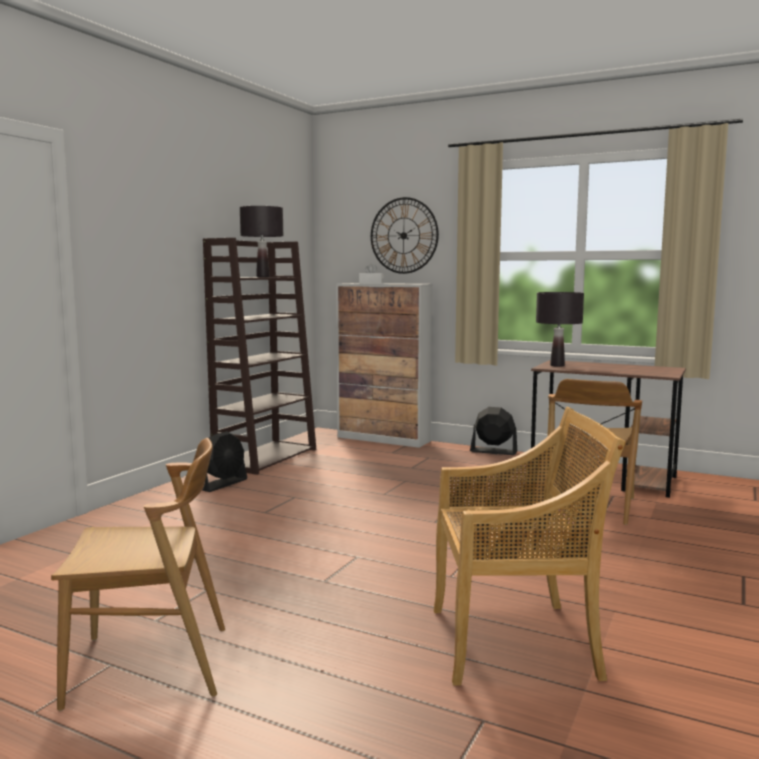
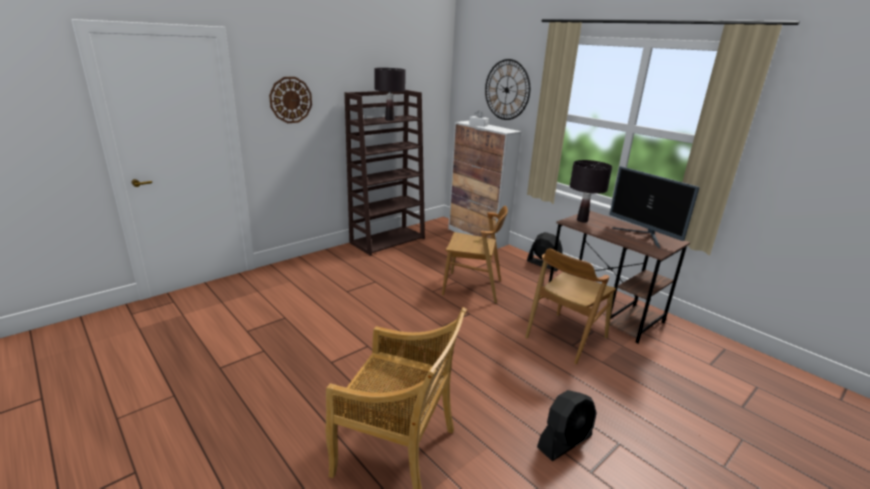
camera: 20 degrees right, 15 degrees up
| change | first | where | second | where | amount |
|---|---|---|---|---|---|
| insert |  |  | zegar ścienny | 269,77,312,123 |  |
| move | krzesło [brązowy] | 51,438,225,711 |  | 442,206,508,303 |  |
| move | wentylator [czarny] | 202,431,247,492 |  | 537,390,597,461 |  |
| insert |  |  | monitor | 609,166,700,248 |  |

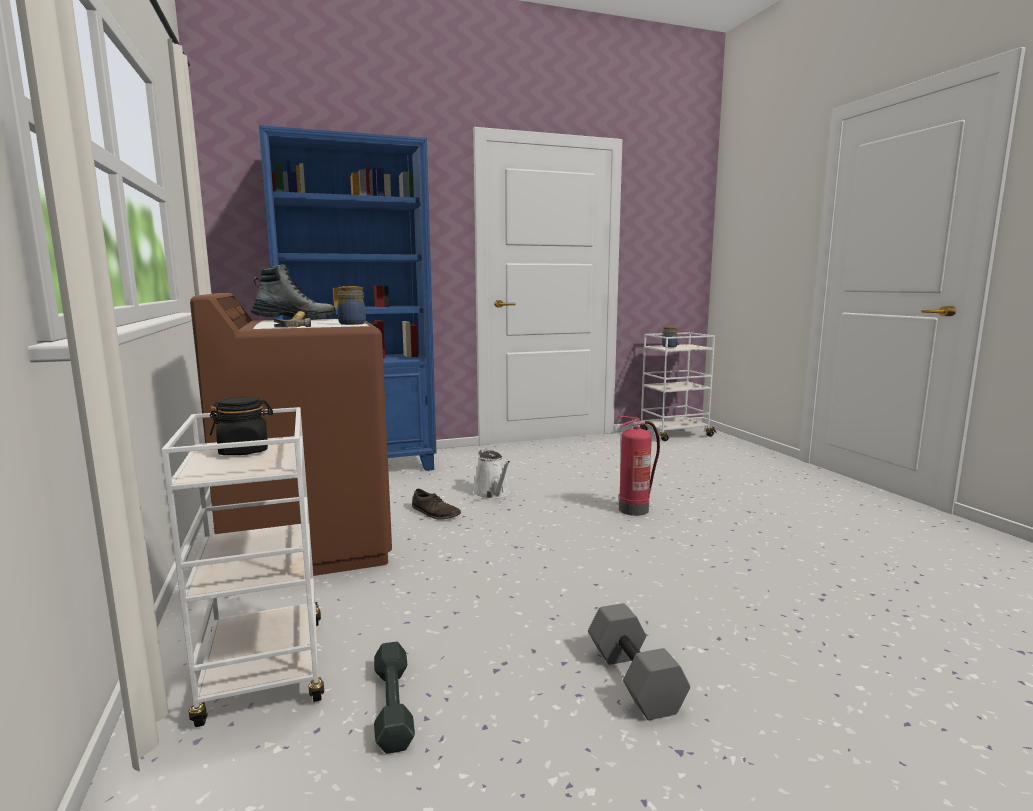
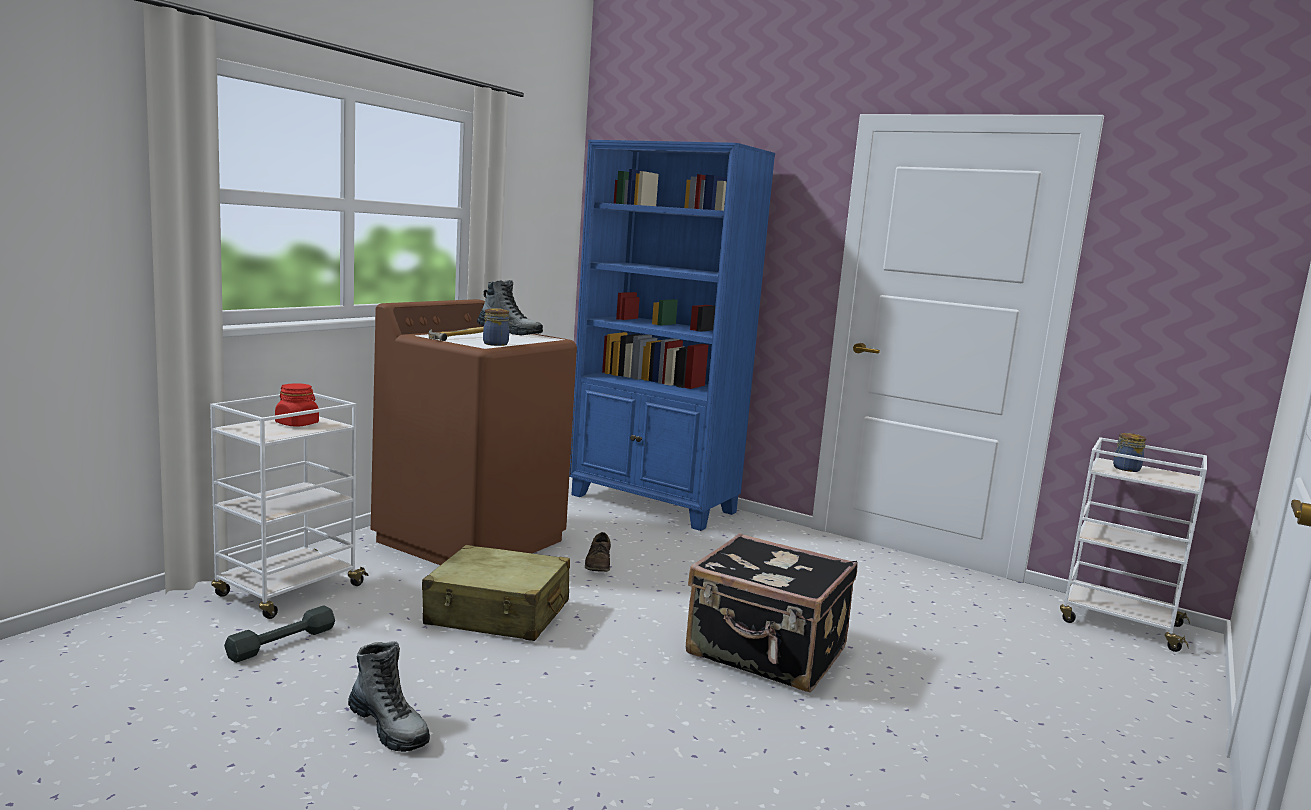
camera: 50 degrees right, 0 degrees up
| change | first | where | second | where | amount |
|---|---|---|---|---|---|
| recolor | słoik [czarny] | 210,396,273,455 | słoik [czerwony] | 275,383,319,427 |  |
| replace | hantel [szary] | 588,603,690,720 | but z cholewką | 348,641,430,752 |  |
| insert |  |  | walizka [beżowy] | 422,545,570,641 |  |
| replace | gaśnica | 619,416,660,516 | walizka [czarny] | 686,533,858,692 |  |
| delete | konewka [biały] | 473,449,510,499 |  |  |  |

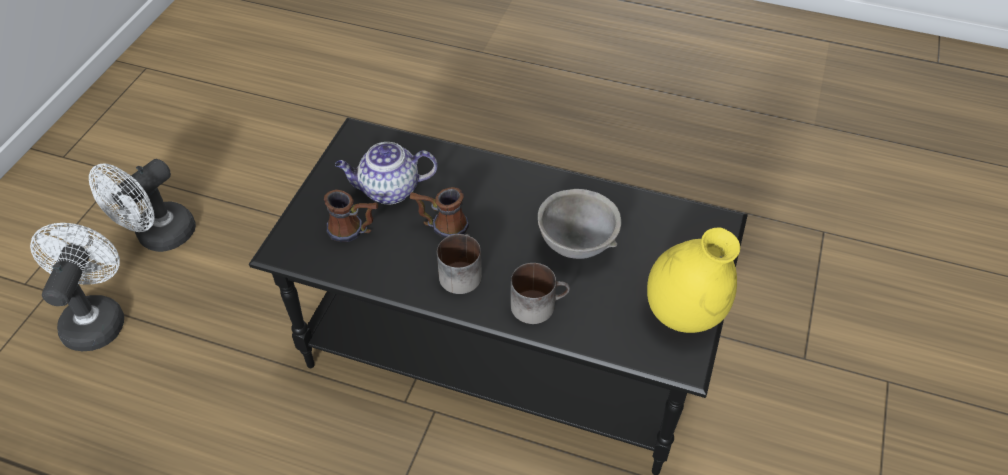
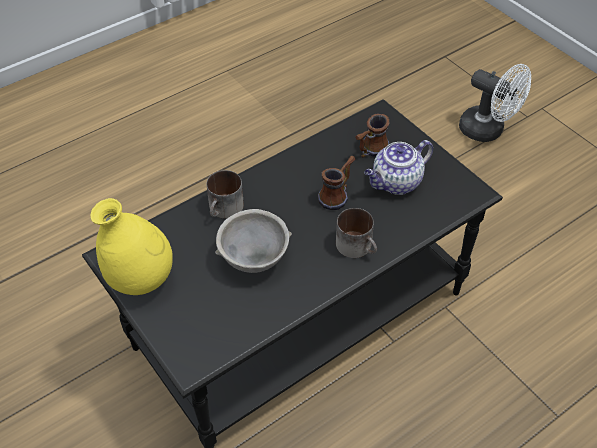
camera: 125 degrees right, 0 degrees up
| change | first | where | second | where | amount |
|---|---|---|---|---|---|
| move | kubek | 437,234,482,294 |  | 336,208,377,258 |  |
| rotate | imbryk | 335,142,438,205 |  | 365,140,433,195 | 150 degrees counterclockwise |
| delete | wentylator [biały] | 89,159,196,252 |  |  |  |

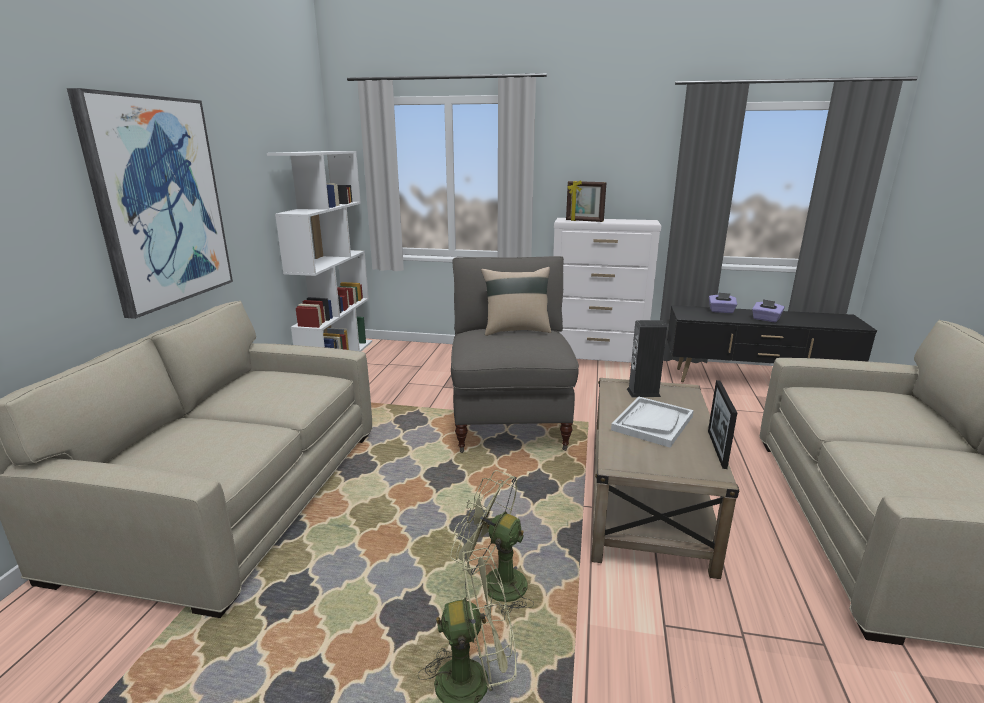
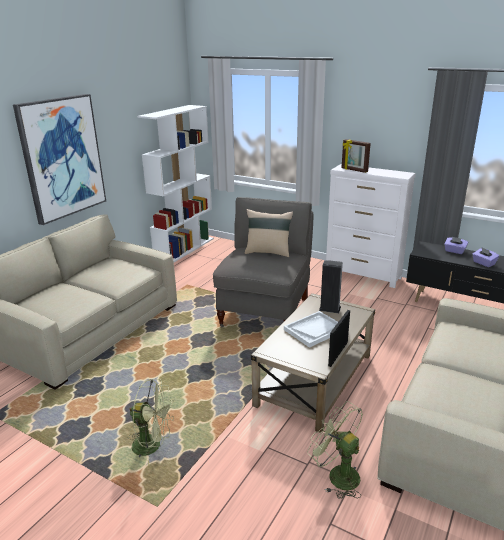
camera: 20 degrees right, 5 degrees up
| change | first | where | second | where | amount |
|---|---|---|---|---|---|
| move | wentylator [zielony] | 450,470,534,615 |  | 307,401,363,499 |  |

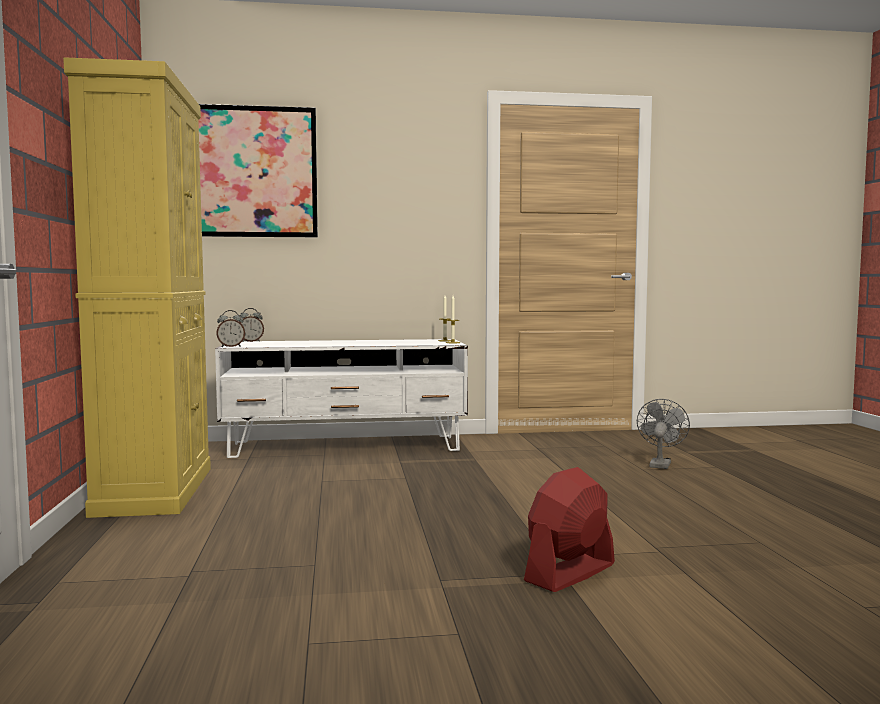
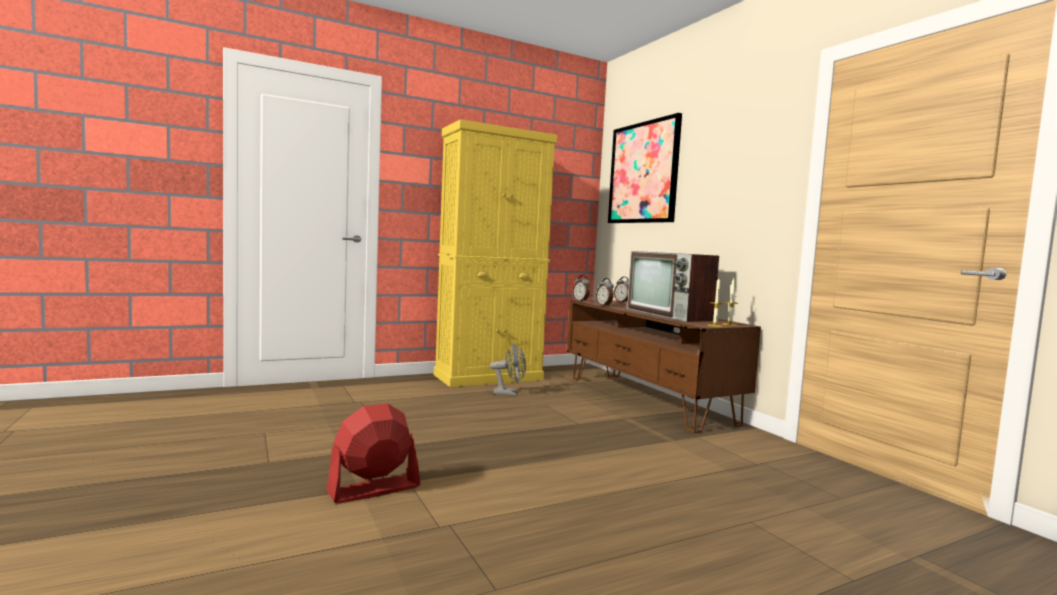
camera: 70 degrees right, 0 degrees up
| change | first | where | second | where | amount |
|---|---|---|---|---|---|
| rotate | wentylator [czerwony] | 524,467,615,592 |  | 327,403,420,504 | 60 degrees counterclockwise |
| move | wentylator [szary] | 637,399,690,469 |  | 490,343,526,396 |  |
| recolor | szafka pod telewizor [biały] | 215,339,468,458 | szafka pod telewizor [brązowy] | 567,300,761,433 |  |
| insert |  |  | budzik | 596,278,614,307 |  |
| insert |  |  | telewizor | 627,251,719,322 |  |

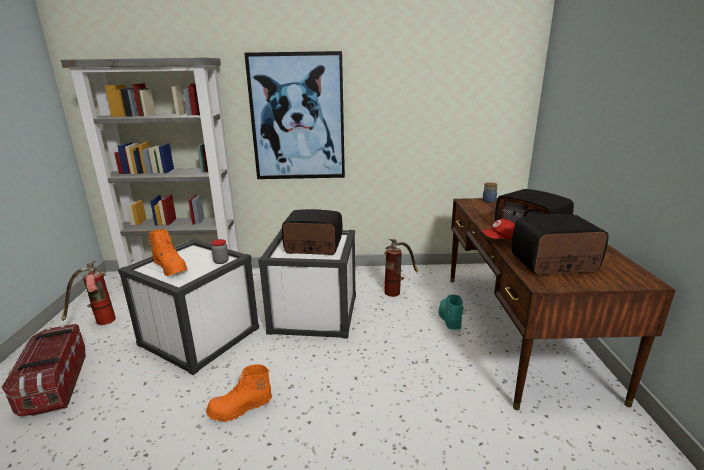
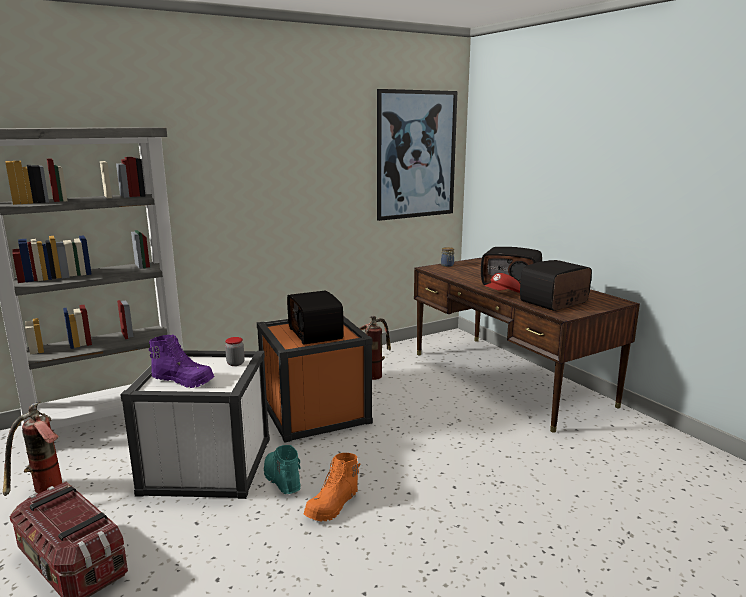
camera: 30 degrees left, 5 degrees down
| change | first | where | second | where | amount |
|---|---|---|---|---|---|
| recolor | but z cholewką [pomarańczowy] | 148,229,187,276 | but z cholewką [fioletowy] | 149,335,215,388 |  |
| recolor | pojemnik do przechowywania [biały] | 258,228,356,339 | pojemnik do przechowywania [pomarańczowy] | 257,316,373,443 |  |
| move | but z cholewką [turkusowy] | 438,294,464,330 |  | 264,445,301,494 |  |
| rotate | radio | 282,209,343,255 |  | 287,291,344,345 | 90 degrees counterclockwise |
| move | obraz | 244,51,345,179 |  | 377,89,458,221 |  |

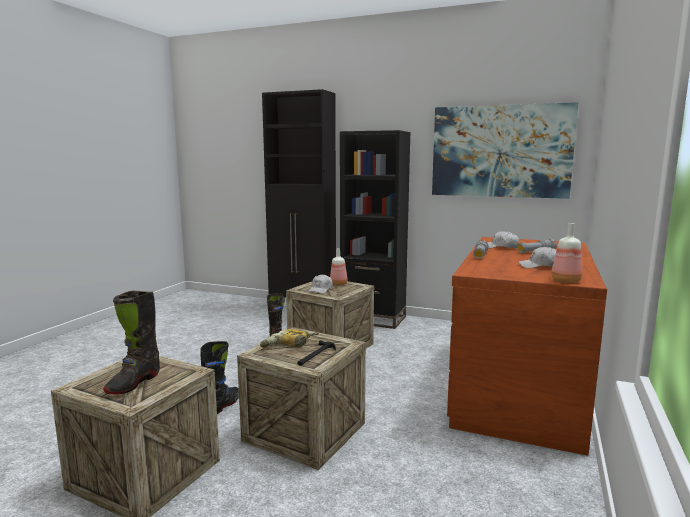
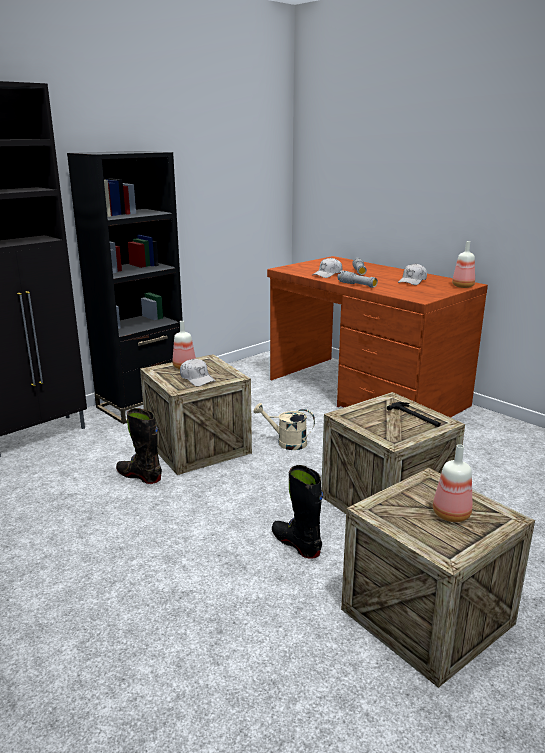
camera: 65 degrees left, 10 degrees up
| change | first | where | second | where | amount |
|---|---|---|---|---|---|
| insert |  |  | konewka [beżowy] | 253,403,315,450 |  |
| replace | but z cholewką [czarny] | 103,291,160,395 | butelka | 433,444,472,522 |  |
| delete | wiertarka | 260,329,319,348 |  |  |  |
| delete | obraz | 432,102,578,199 |  |  |  |

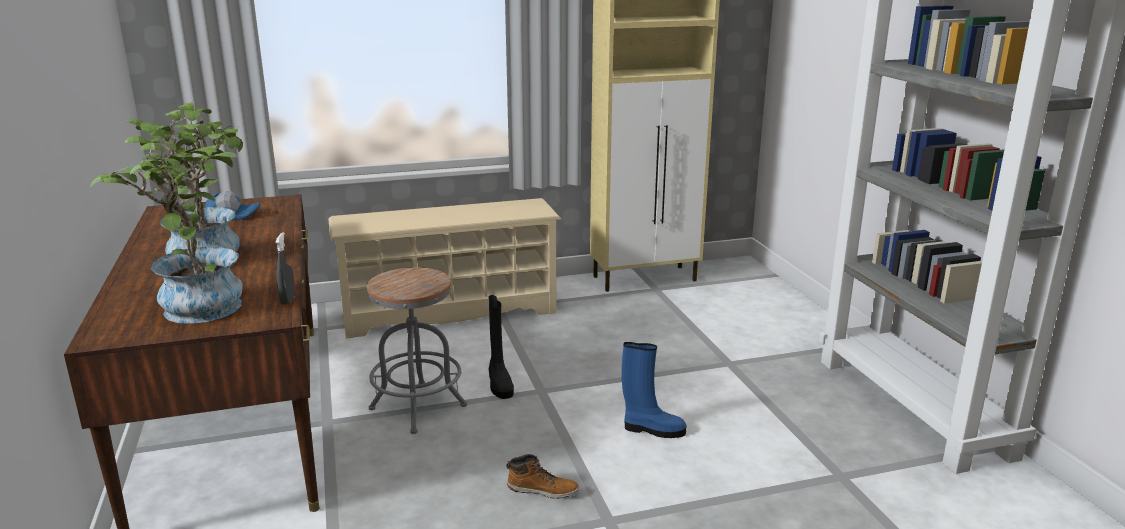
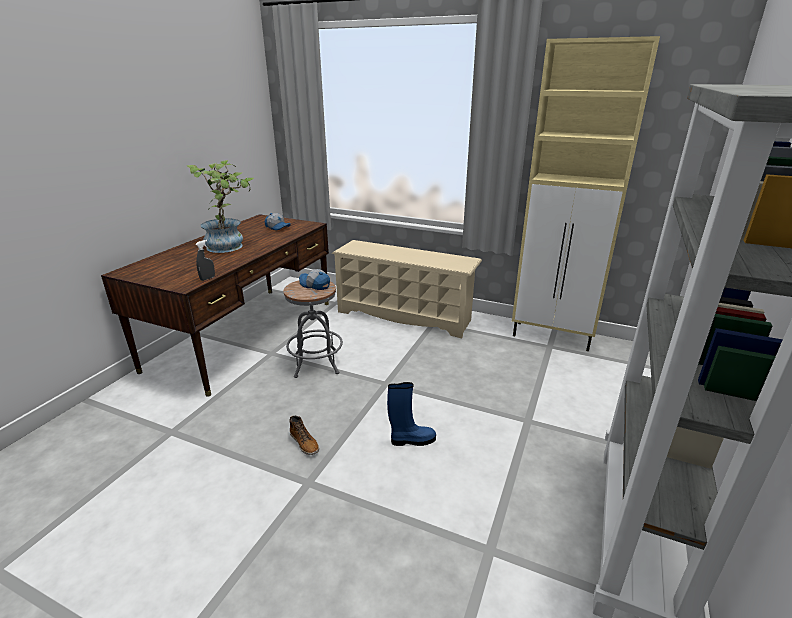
camera: 40 degrees right, 5 degrees up
| change | first | where | second | where | amount |
|---|---|---|---|---|---|
| insert |  |  | czapka z daszkiem | 299,269,330,290 |  |
| rotate | but z cholewką [niebieski] | 622,342,686,438 |  | 387,382,436,446 | 60 degrees counterclockwise |
| delete | roślina doniczkowa | 90,136,243,324 |  |  |  |
| delete | but z cholewką [czarny] | 489,295,514,399 |  |  |  |

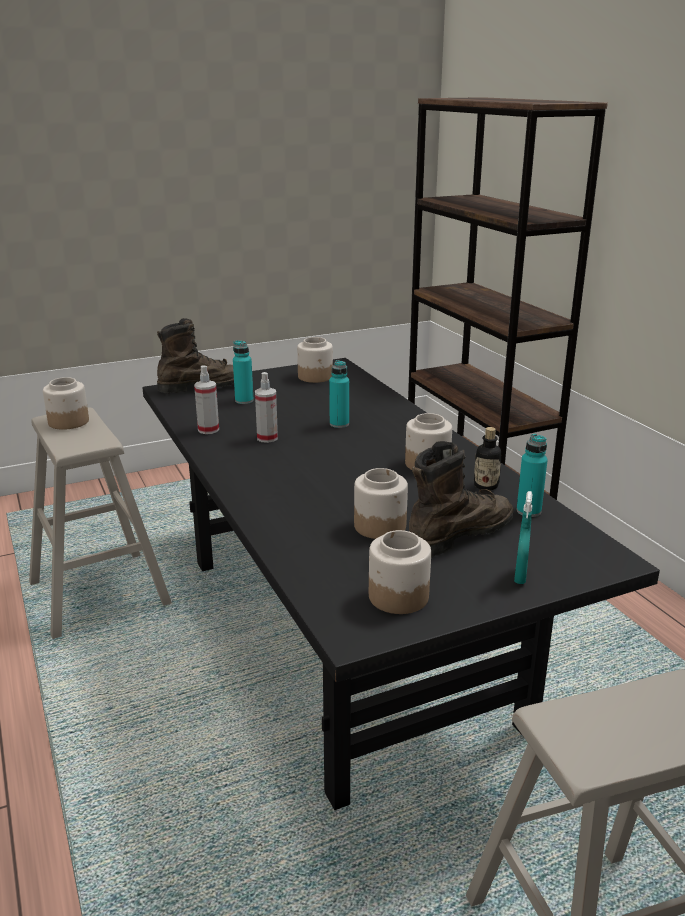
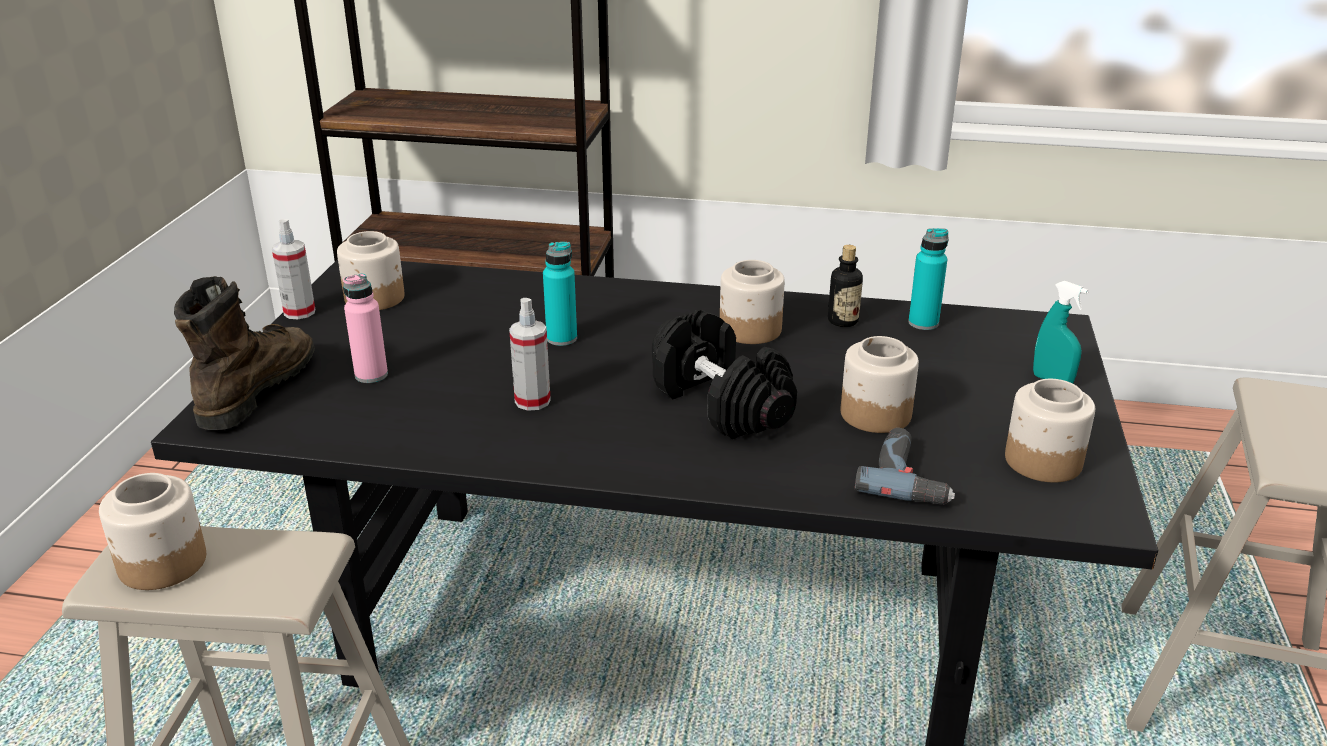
camera: 55 degrees left, 5 degrees up
| change | first | where | second | where | amount |
|---|---|---|---|---|---|
| move | spryskiwacz | 194,365,219,434 |  | 272,219,315,319 |  |
| recolor | butelka [turkusowy] | 233,340,254,404 | butelka [różowy] | 343,273,388,383 |  |
| insert |  |  | hantel [czarny] | 652,309,797,439 |  |
| insert |  |  | wiertarka | 855,428,955,505 |  |
| delete | but z cholewką [brązowy] | 409,441,514,557 |  |  |  |

